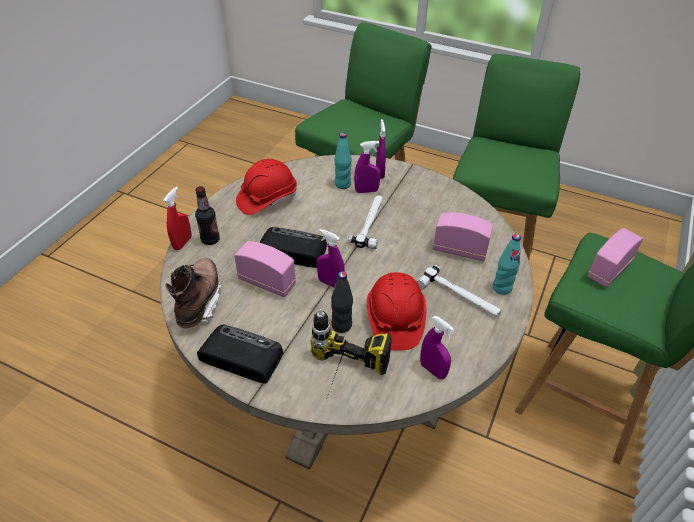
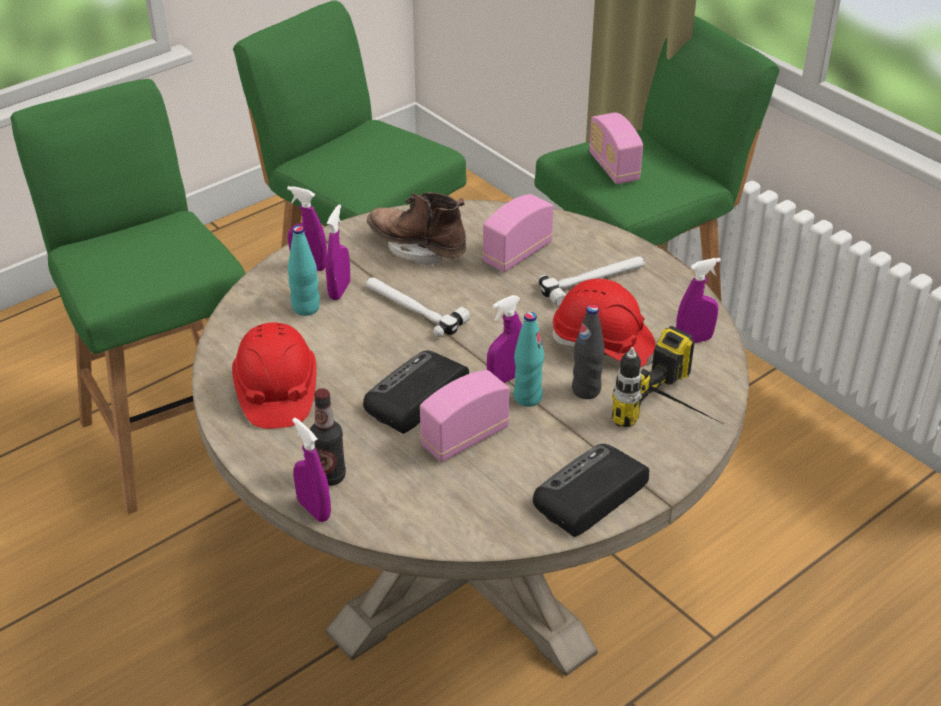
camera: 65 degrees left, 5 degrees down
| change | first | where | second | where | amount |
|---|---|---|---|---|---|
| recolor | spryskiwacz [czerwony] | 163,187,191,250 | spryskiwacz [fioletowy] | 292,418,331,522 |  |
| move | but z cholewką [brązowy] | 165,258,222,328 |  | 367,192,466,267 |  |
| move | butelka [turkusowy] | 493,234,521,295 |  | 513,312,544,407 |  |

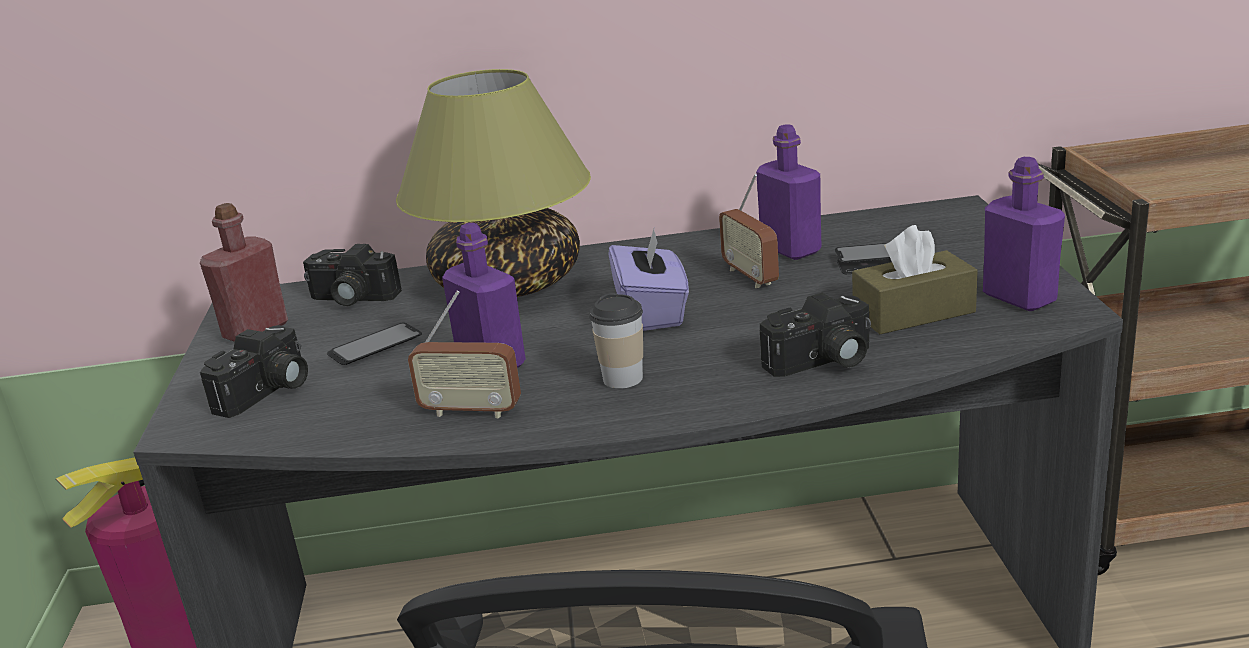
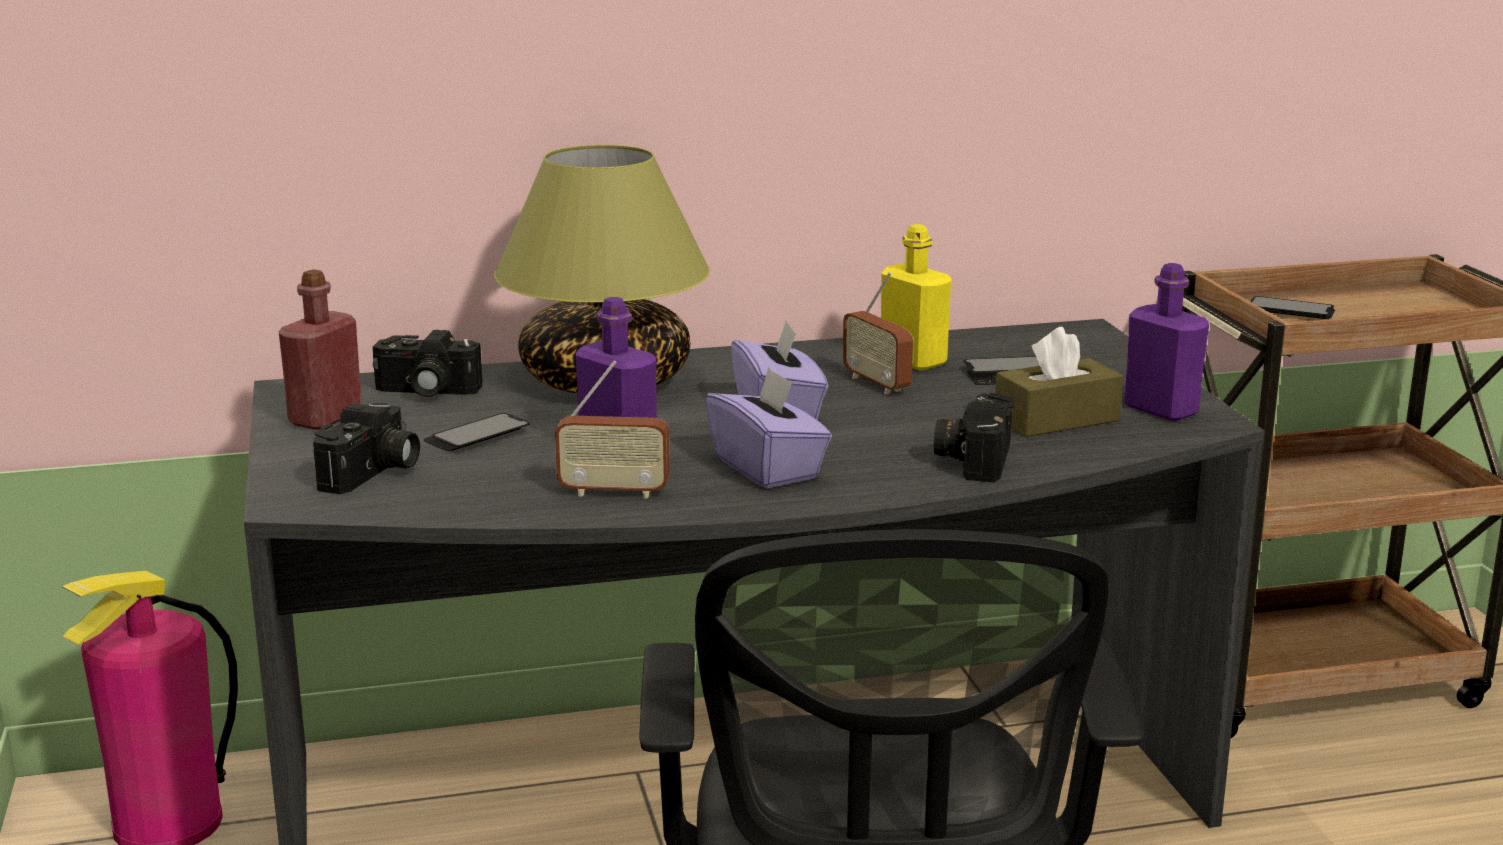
camera: 10 degrees left, 5 degrees down
| change | first | where | second | where | amount |
|---|---|---|---|---|---|
| replace | filiżanka | 589,293,643,389 | pudełko chusteczek [fioletowy] | 705,367,832,489 |  |
| recolor | butelka [fioletowy] | 756,124,822,260 | butelka [żółty] | 881,224,951,371 |  |
| rotate | aparat fotograficzny | 760,293,871,377 |  | 934,393,1015,482 | 135 degrees clockwise |
| insert |  |  | telefon | 1250,296,1335,319 |  |

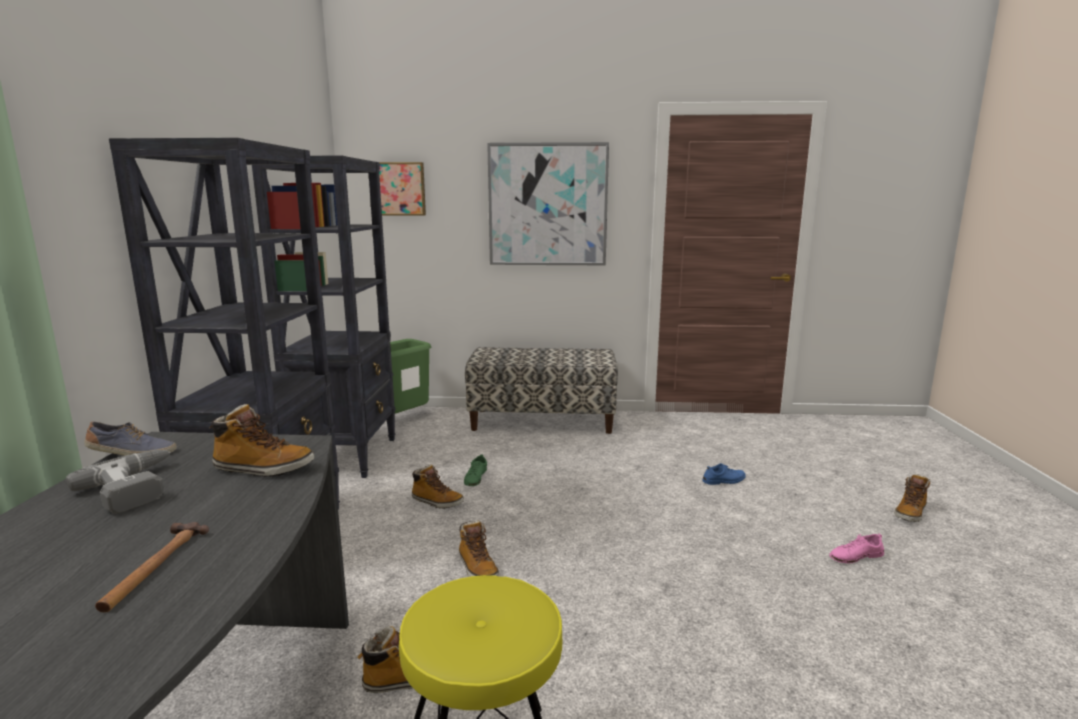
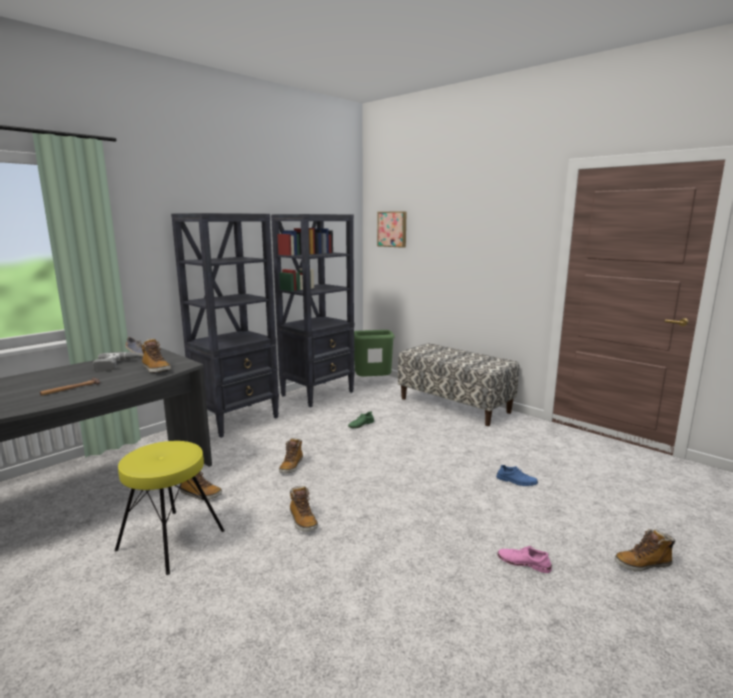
camera: 40 degrees right, 0 degrees up
| change | first | where | second | where | amount |
|---|---|---|---|---|---|
| move | but z cholewką | 412,465,464,509 |  | 290,486,318,532 |  |
| delete | obraz | 487,142,609,265 |  |  |  |

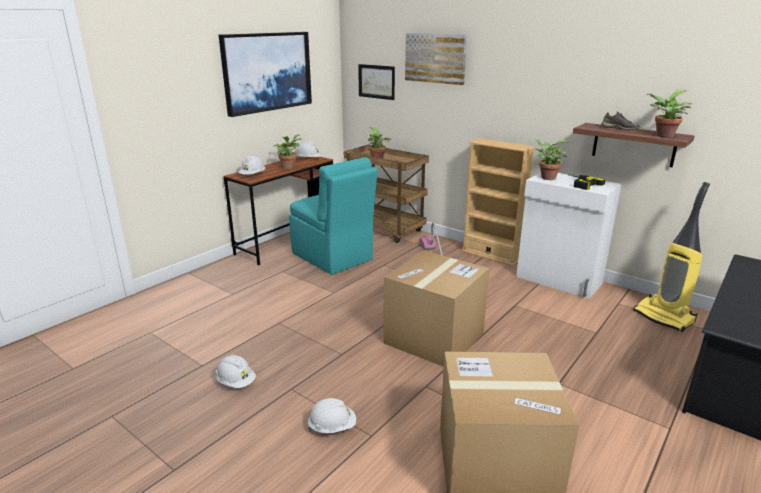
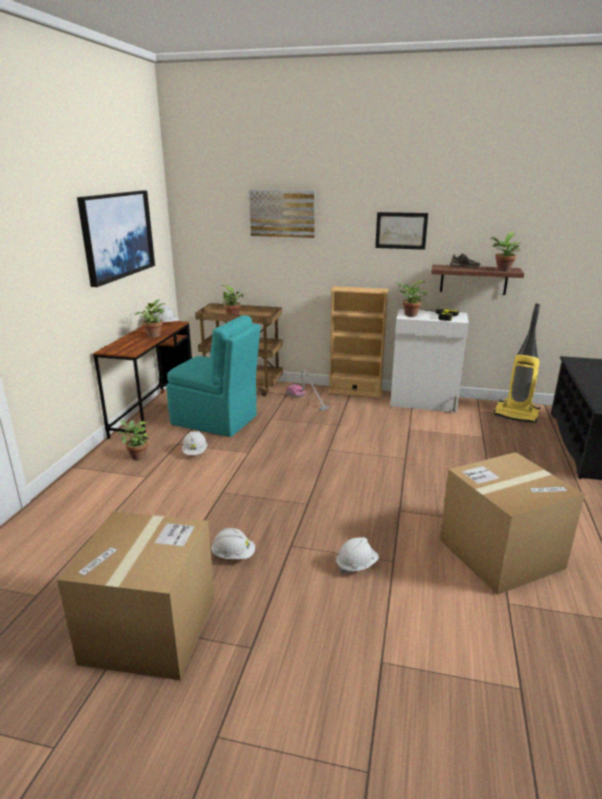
camera: 25 degrees left, 0 degrees up
| change | first | where | second | where | amount |
|---|---|---|---|---|---|
| move | karton | 384,251,490,367 |  | 57,511,215,680 |  |
| insert |  |  | roślina doniczkowa | 118,420,149,460 |  |
| move | kask [biały] | 238,155,265,175 |  | 182,431,208,455 |  |
| move | obraz | 358,64,395,100 |  | 375,212,428,250 |  |

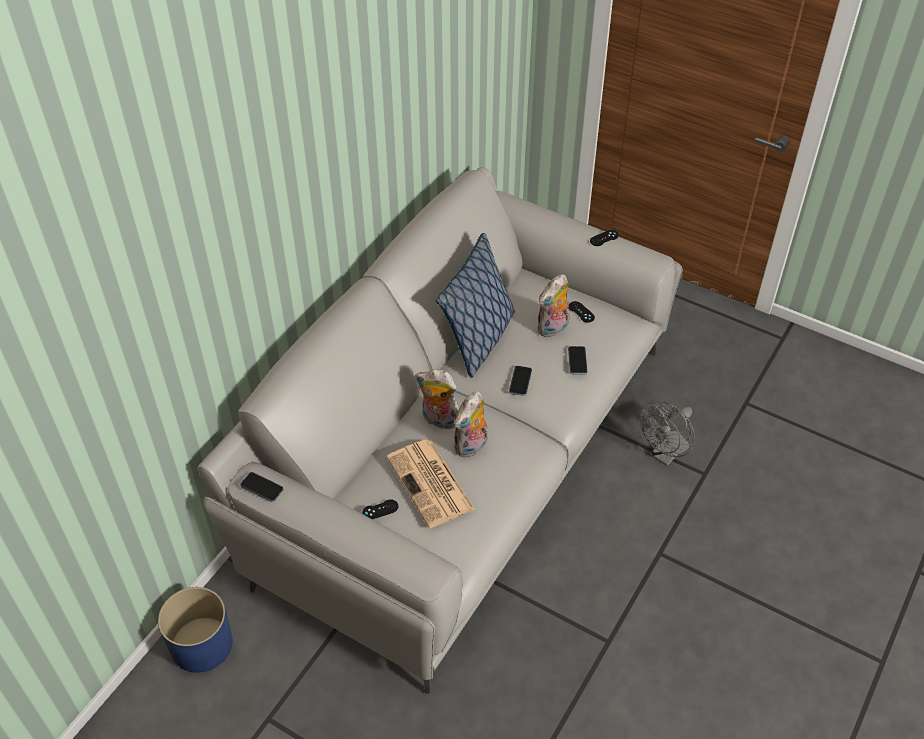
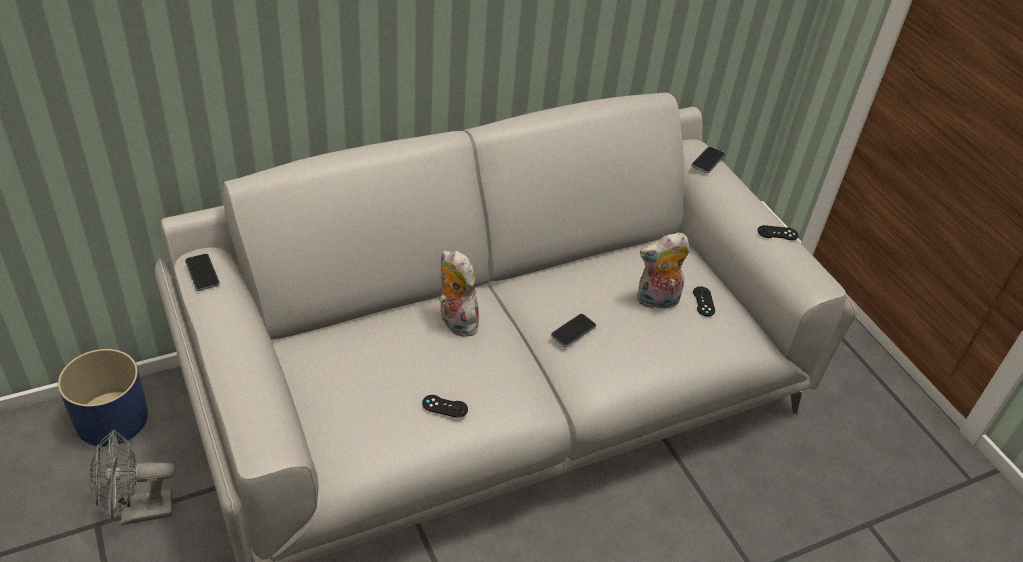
camera: 30 degrees right, 5 degrees down
| change | first | where | second | where | amount |
|---|---|---|---|---|---|
| move | wentylator [szary] | 640,401,695,466 |  | 90,429,176,525 |  |
| move | pad do gier [czarny] | 362,499,398,519 |  | 422,395,468,418 |  |
| move | telefon | 568,346,587,374 |  | 691,146,725,173 |  |
| delete | gazeta | 387,440,475,528 |  |  |  |
| delete | poduszka | 436,233,515,378 |  |  |  |
| delete | pluszak | 454,392,488,458 |  |  |  |

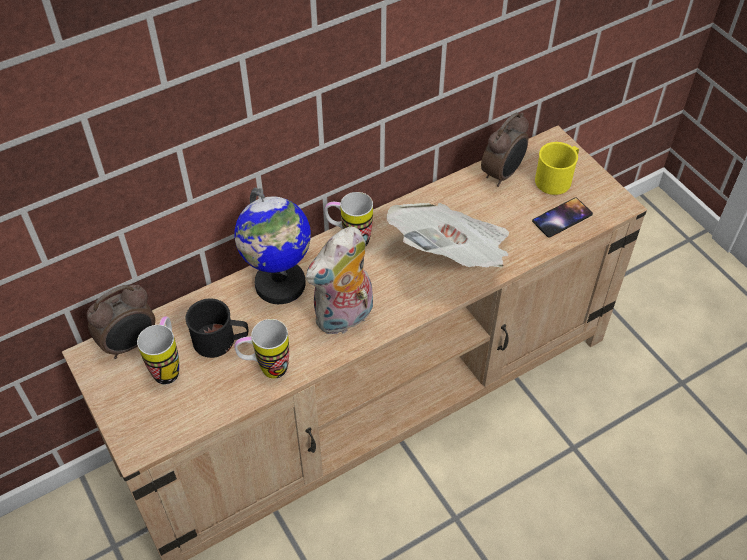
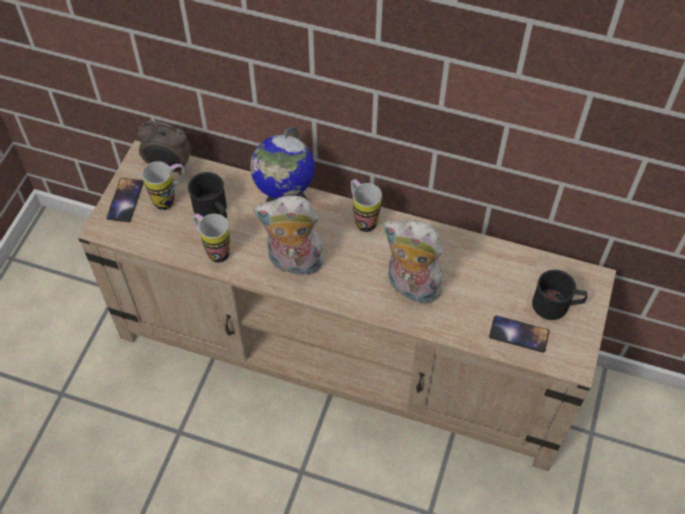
camera: 50 degrees right, 5 degrees up
| change | first | where | second | where | amount |
|---|---|---|---|---|---|
| insert |  |  | telefon | 107,178,144,222 |  |
| replace | gazeta | 387,203,509,268 | pluszak | 383,220,443,304 |  |
| recolor | kubek [żółty] | 535,142,579,195 | kubek [czarny] | 532,270,587,320 |  |
| delete | budzik | 481,113,529,187 |  |  |  |

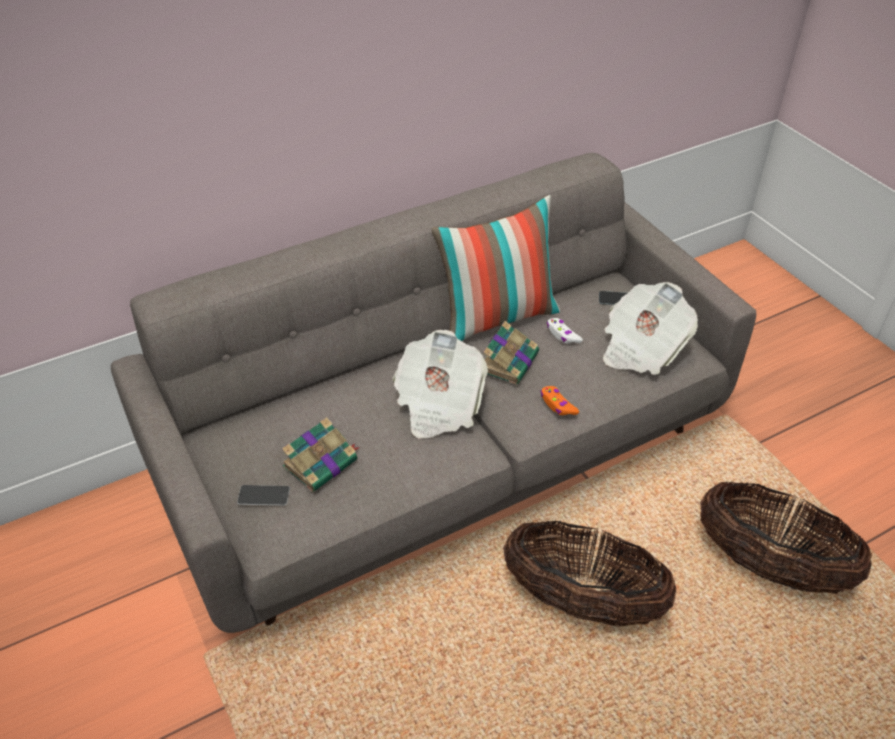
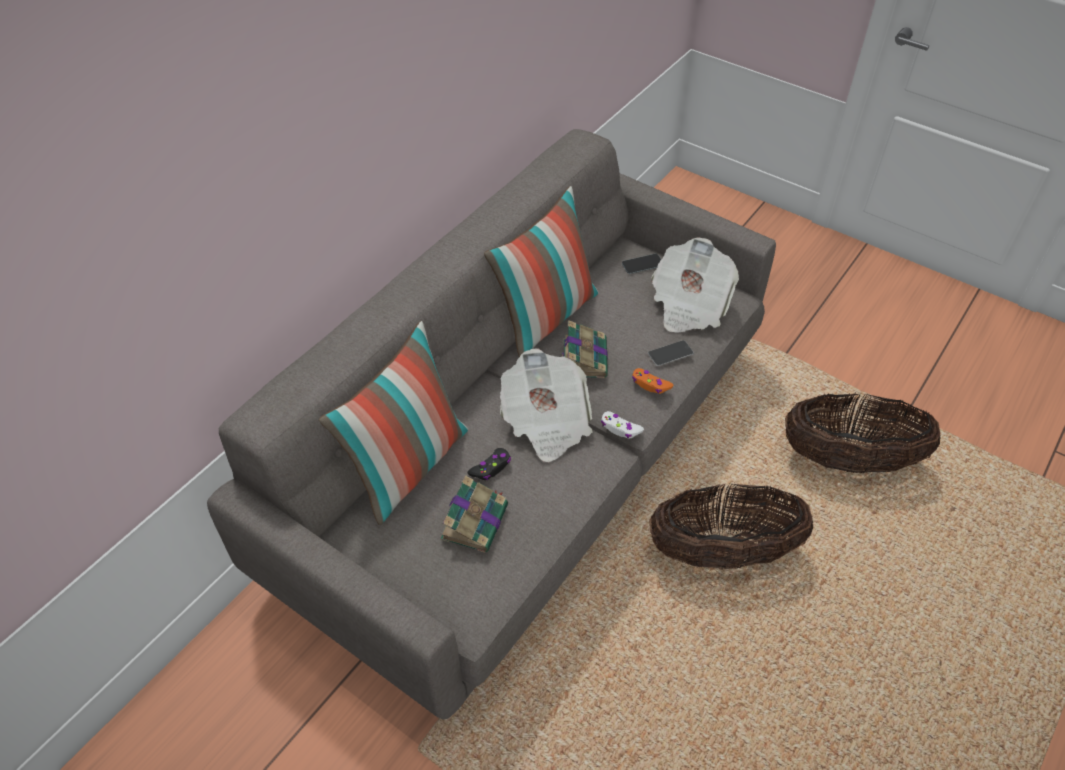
camera: 25 degrees left, 5 degrees up
| change | first | where | second | where | amount |
|---|---|---|---|---|---|
| insert |  |  | poduszka | 319,321,468,525 |  |
| insert |  |  | pad do gier [czarny] | 467,448,511,480 |  |
| move | pad do gier [biały] | 547,318,583,343 |  | 601,411,644,439 |  |
| move | telefon | 237,485,290,506 |  | 648,340,694,366 |  |

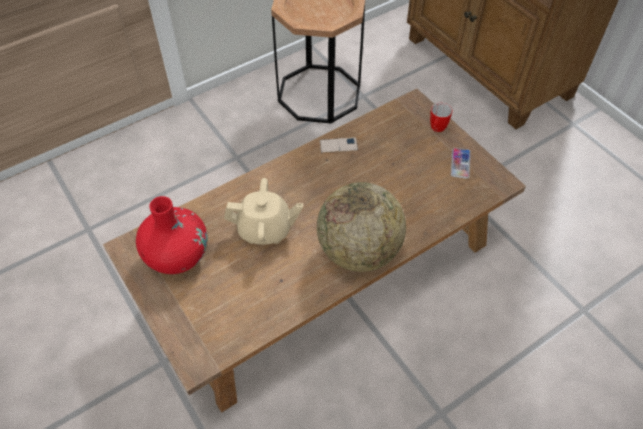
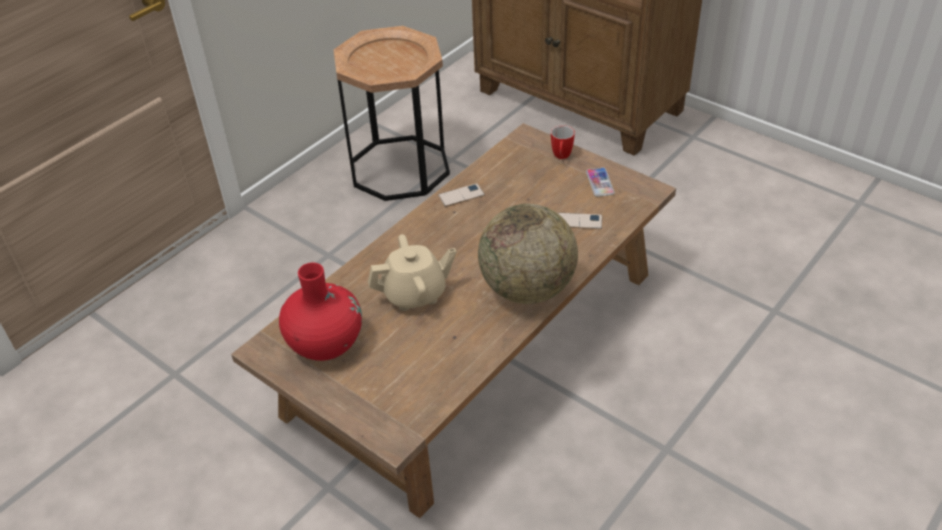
camera: 15 degrees left, 10 degrees down
| change | first | where | second | where | amount |
|---|---|---|---|---|---|
| insert |  |  | telefon | 558,213,602,229 |  |

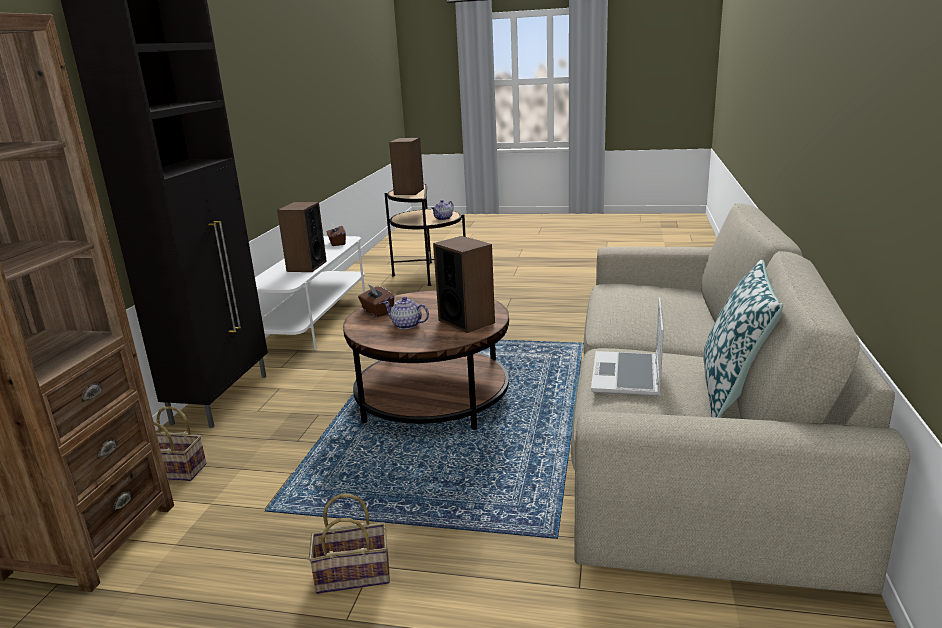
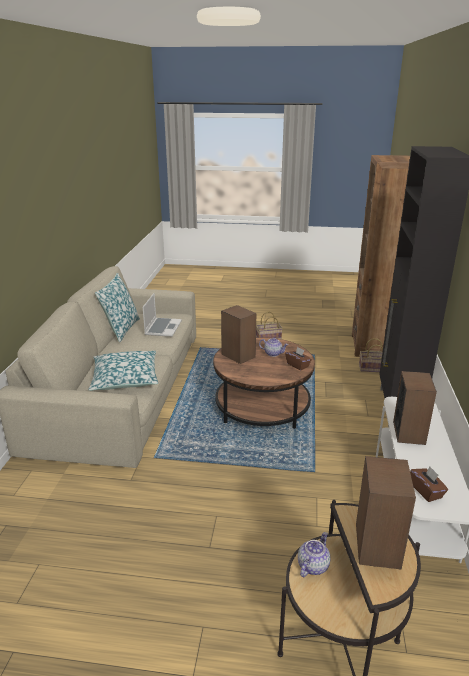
camera: 175 degrees right, 5 degrees up
| change | first | where | second | where | amount |
|---|---|---|---|---|---|
| insert |  |  | poduszka | 88,351,158,391 |  |

